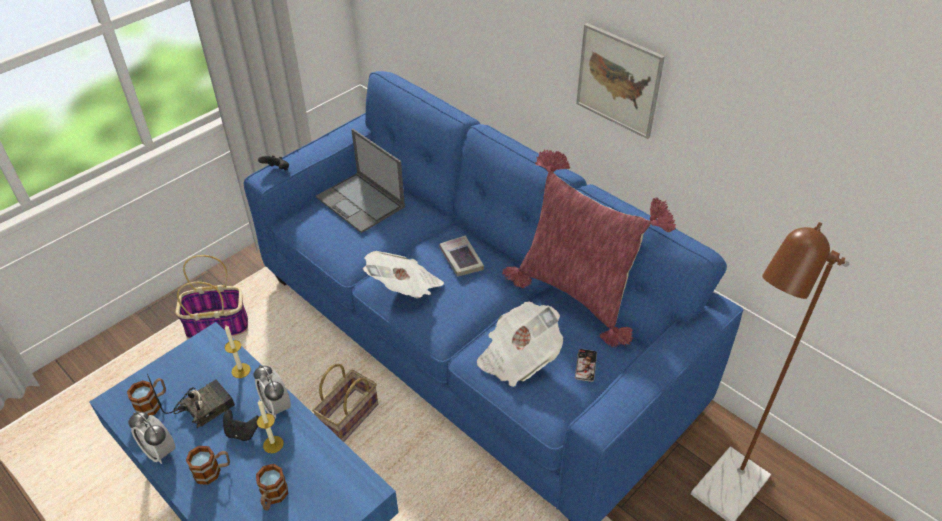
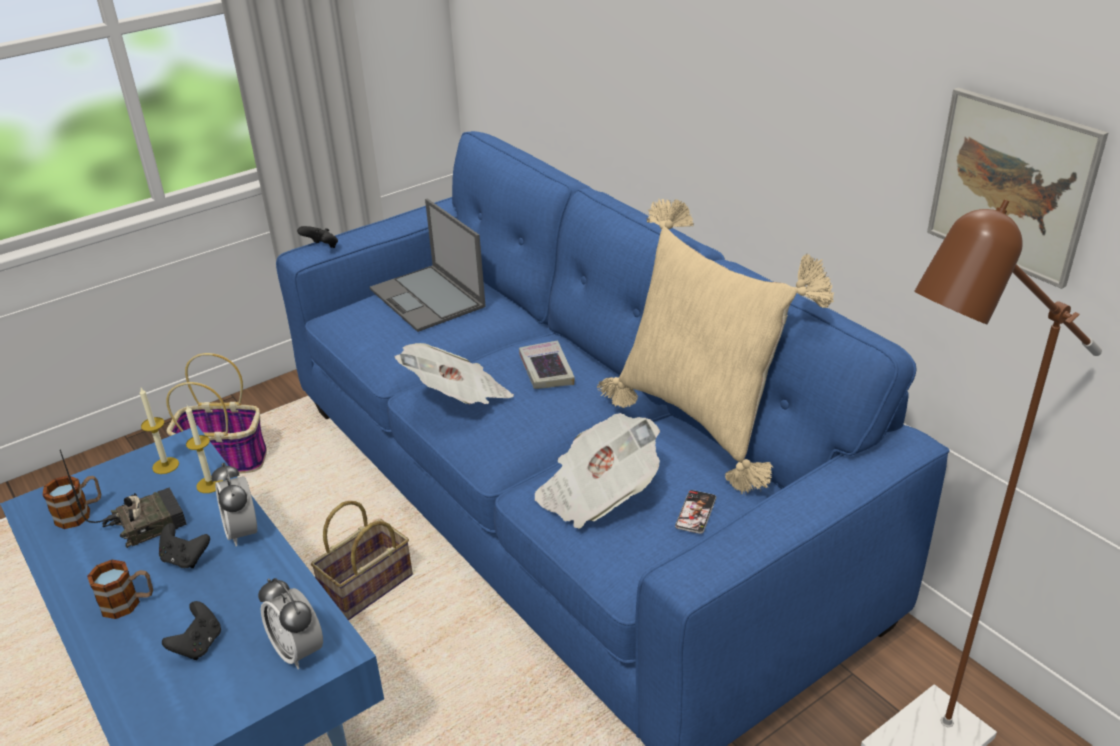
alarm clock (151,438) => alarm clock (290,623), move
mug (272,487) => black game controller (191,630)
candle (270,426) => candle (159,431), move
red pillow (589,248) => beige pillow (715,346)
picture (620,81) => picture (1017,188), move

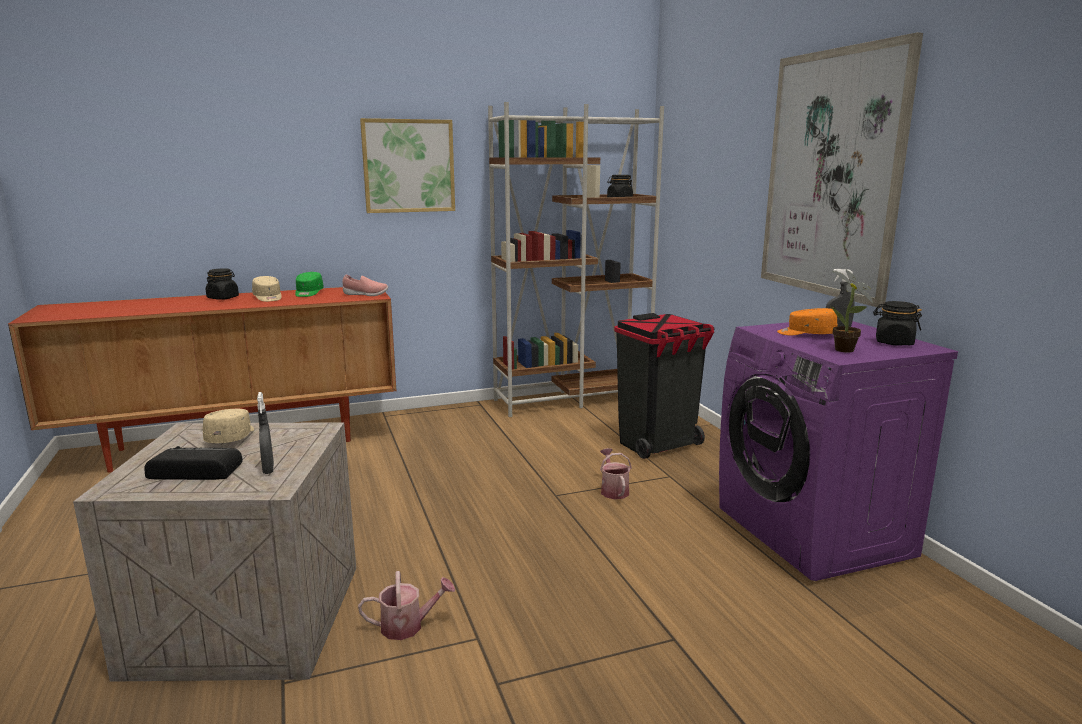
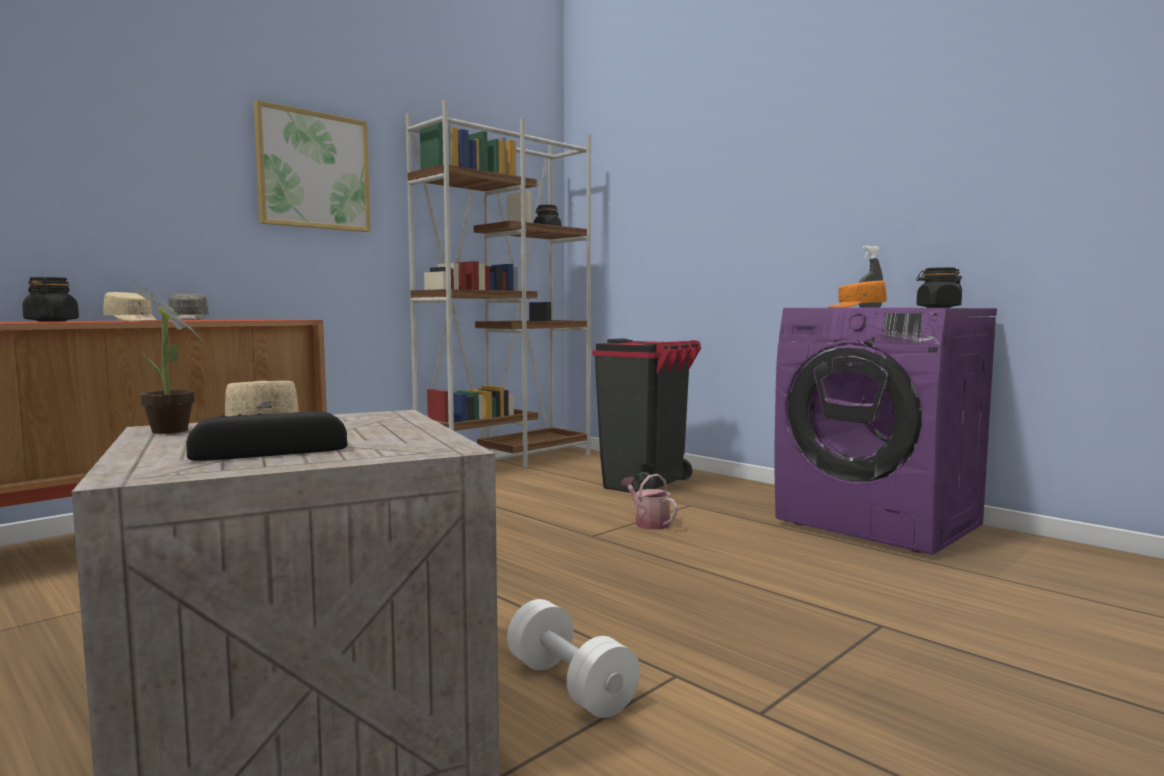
grey spray bottle (265,433) => nothing
green cap (309,284) => grey cap (189,306)
pink shoe (365,285) => nothing
watering can (406,605) => white dumbbell (573,658)
picture (842,170) => nothing
potted plant (852,310) => potted plant (165,356), move

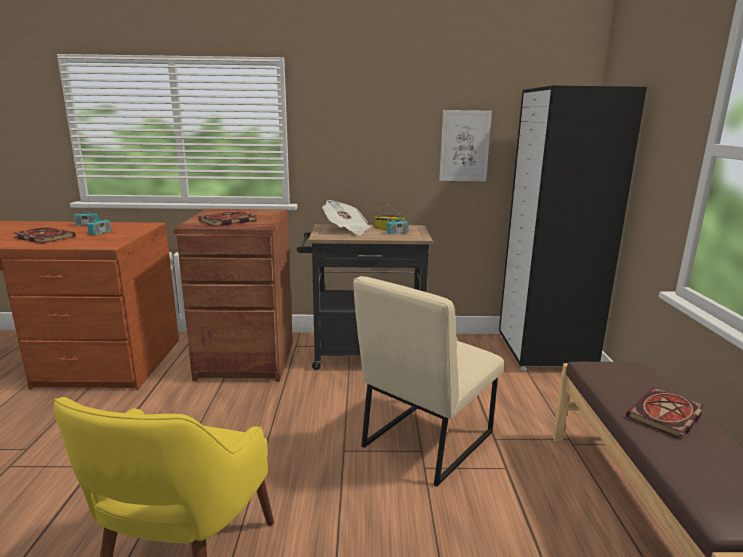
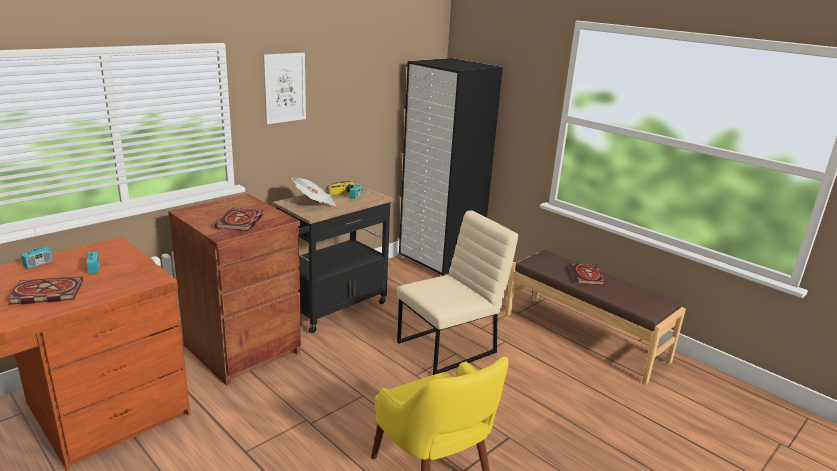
beige chair (428,381) => beige chair (457,292), 120 degrees counterclockwise
picture (465,145) => picture (284,88), move

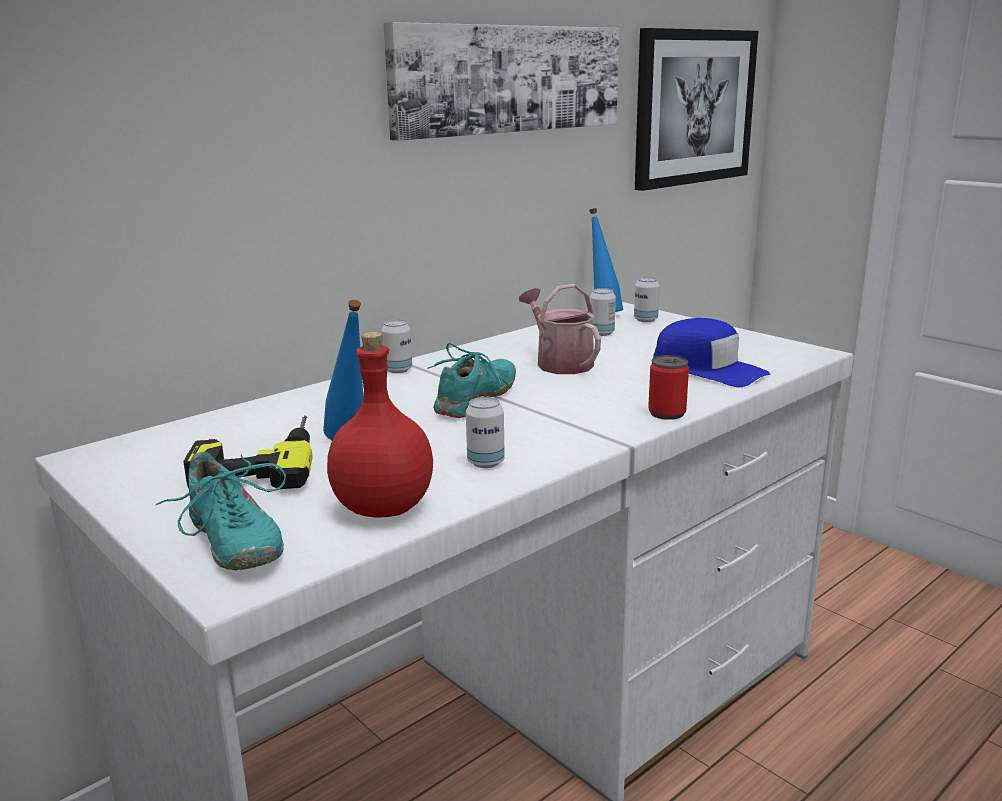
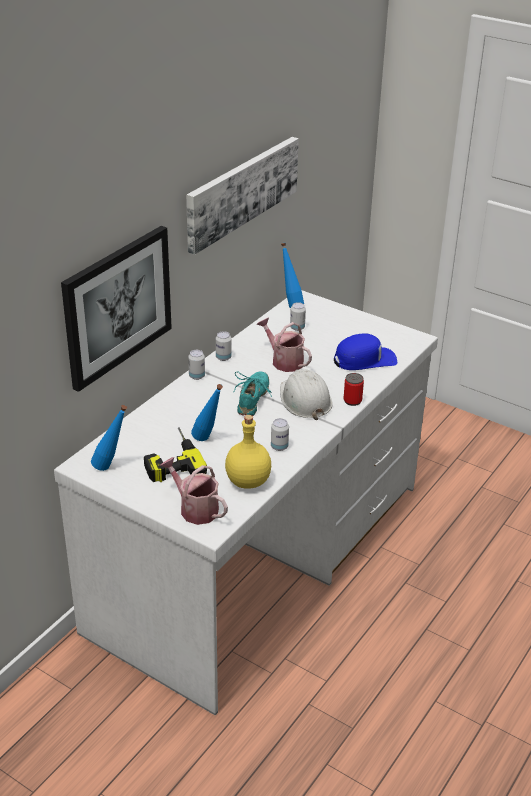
turquoise shoe (220,511) => watering can (194,491)
red bottle (380,425) => yellow bottle (248,452)
can (647,299) => can (224,346), move
picture (696,109) => picture (116,309), move
blue cap (712,352) => blue cap (365,351), 45 degrees counterclockwise
nothing => blue bottle (109,438)
nothing => white hard hat (306,394)

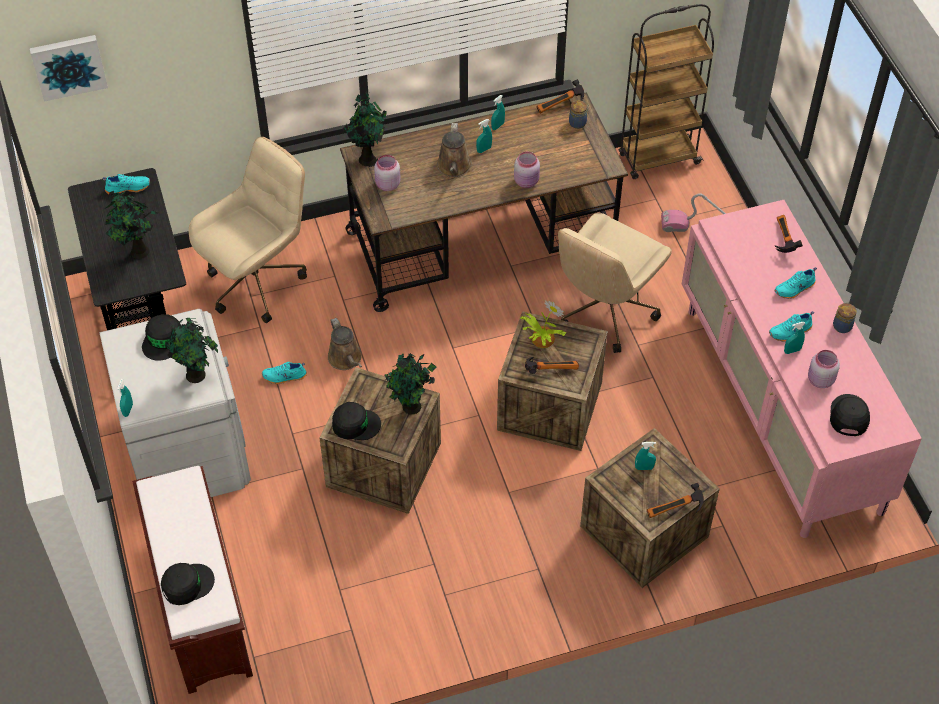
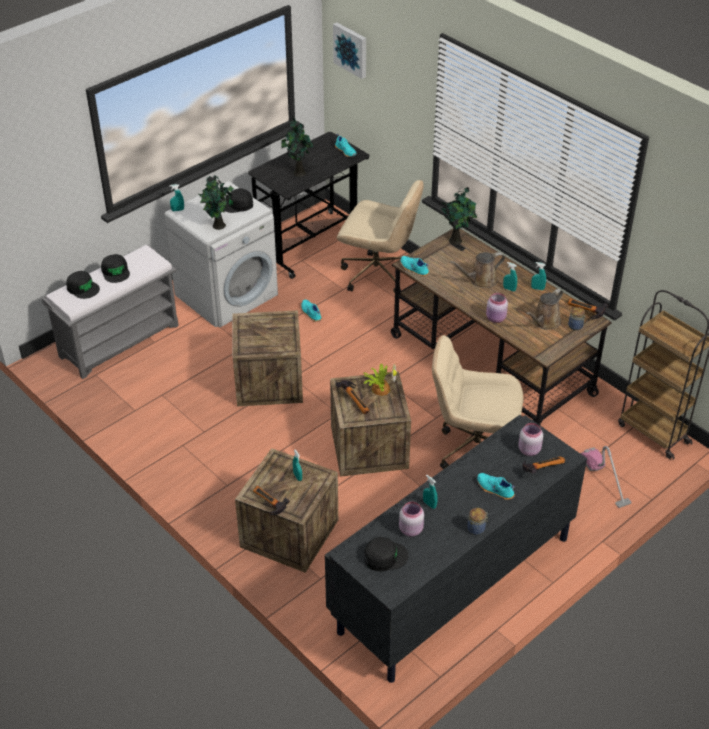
brown bench (192,580) => grey bench (110,312)
brown watering can (345,344) => brown watering can (544,309), move
black cap (356,421) => black cap (115,268), move
pink jar (387,173) => pink jar (530,439), move
potted plant (410,384) => nothing
pink cabinet (802,369) => black cabinet (456,549)
turquoise shoe (791,326) => turquoise shoe (415,266), move

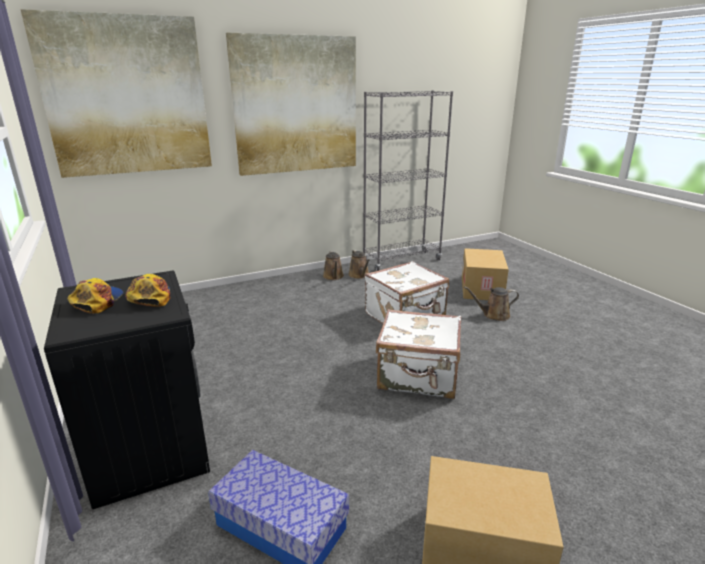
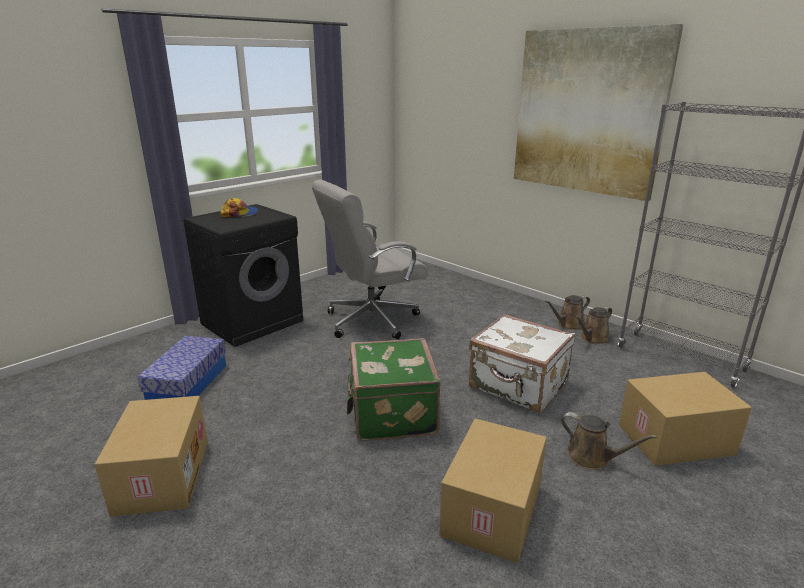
picture (116,93) => nothing
cap (148,290) => nothing
white suitcase (418,354) => green suitcase (394,389)
brown watering can (491,303) => brown watering can (609,441), 150 degrees clockwise
nothing => grey office chair (370,259)
nothing => cardboard box (493,491)

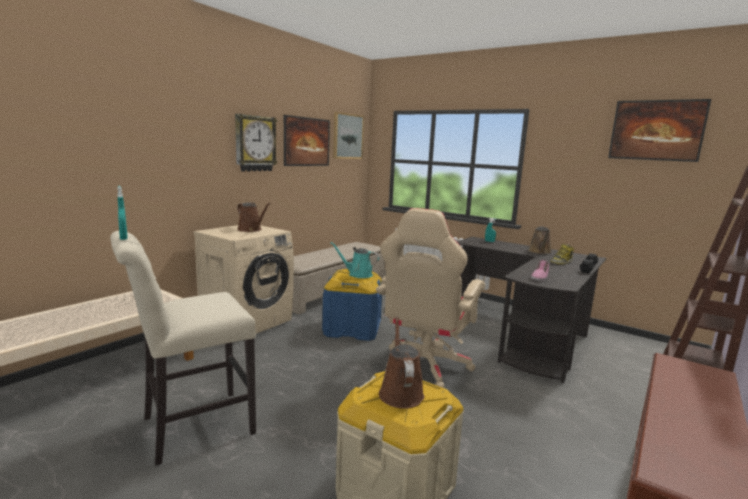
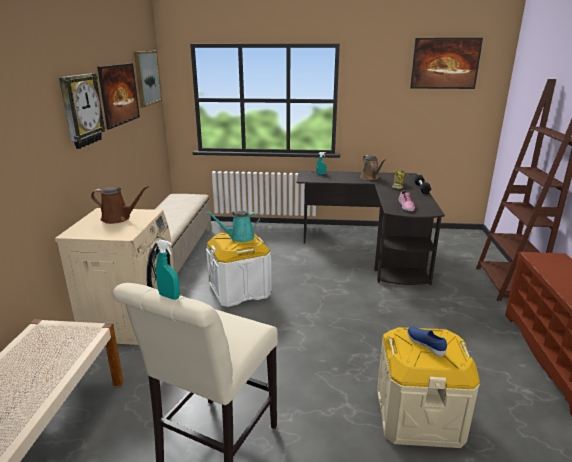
blue storage box (352,305) => white storage box (239,269)
beige office chair (431,298) => nothing
brown watering can (401,362) => blue shoe (427,342)

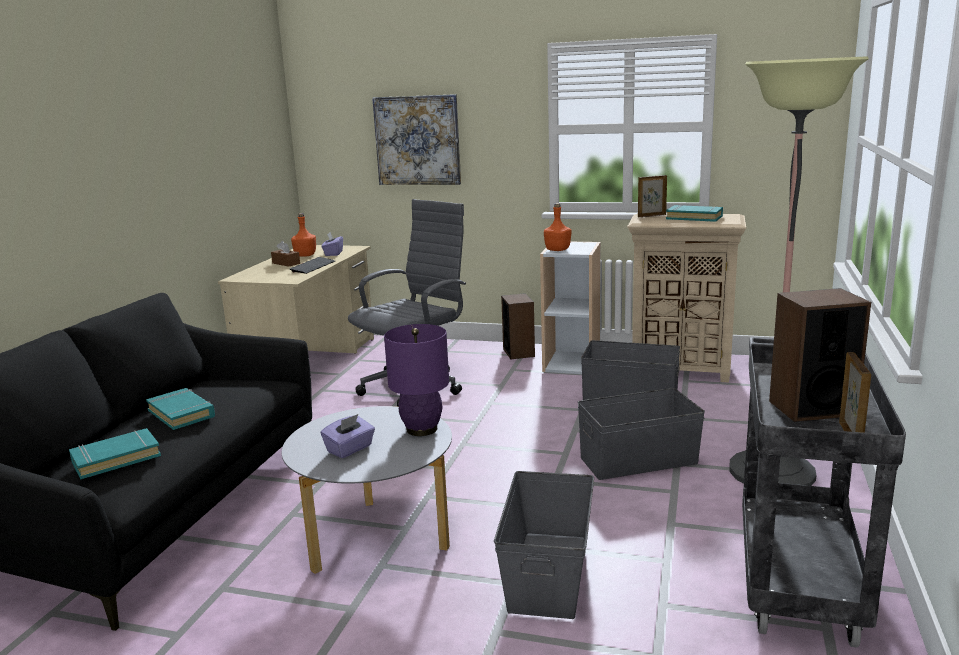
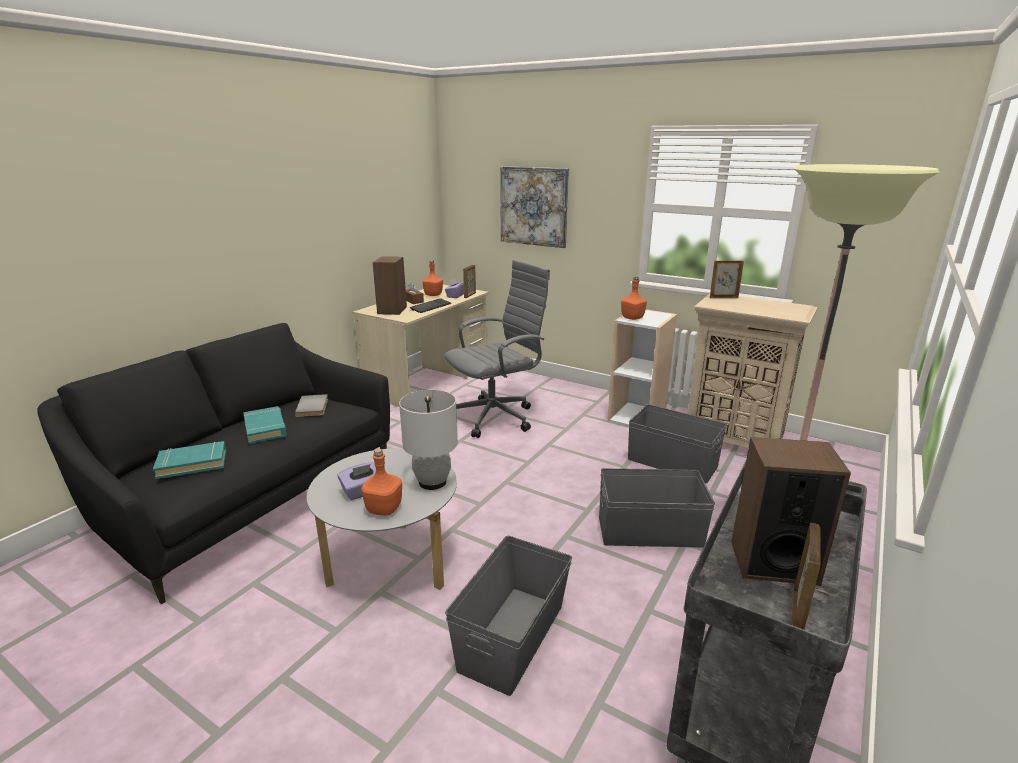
purple table lamp (416,380) => white table lamp (428,440)
speaker (518,326) => speaker (390,286), move
turquoise book (694,213) => nothing
nothing => grey book (311,405)
nothing => orange bottle (381,482)
nothing => picture frame (469,281)

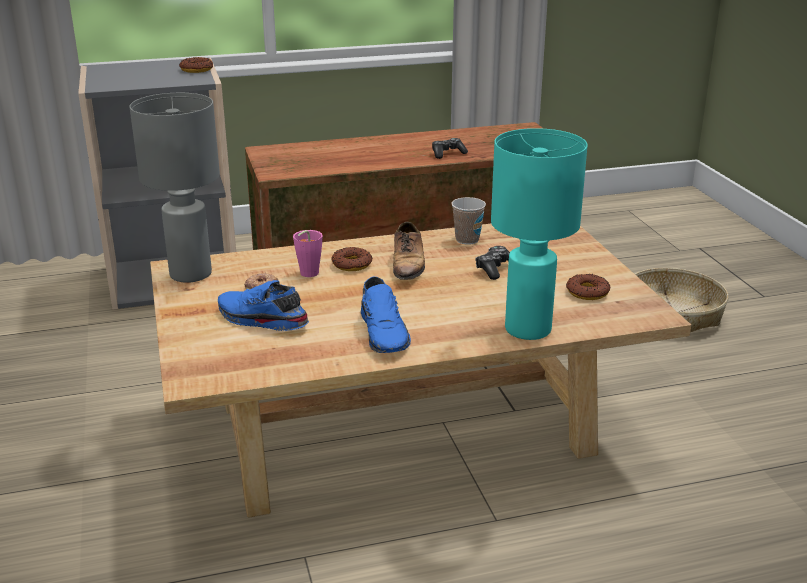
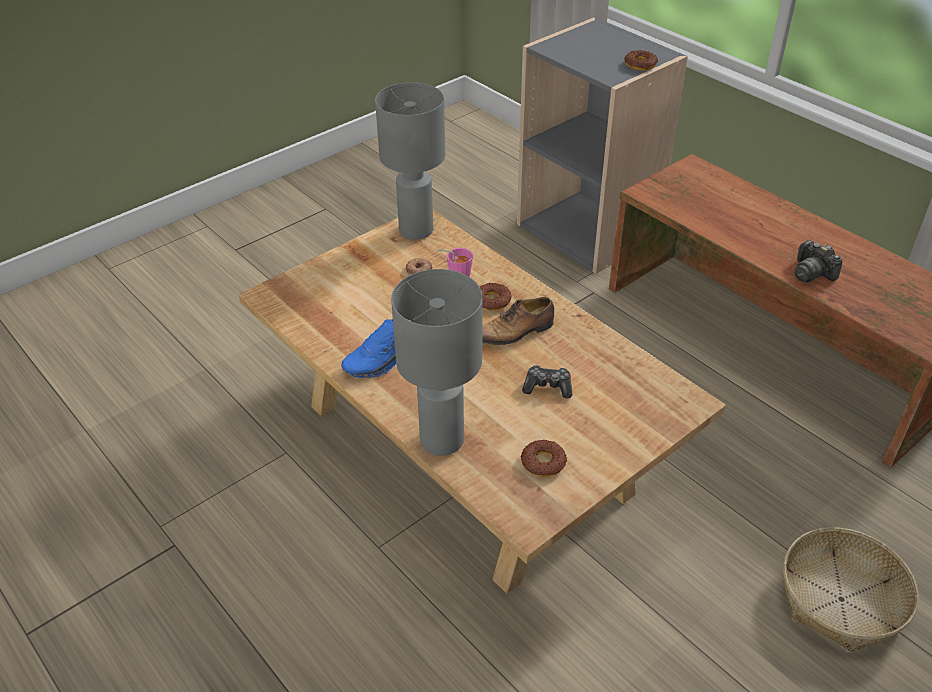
blue shoe (263,305) => nothing
game controller (450,148) => photo camera (819,261)
cup (468,221) => nothing
turquoise table lamp (539,234) => grey table lamp (437,362)

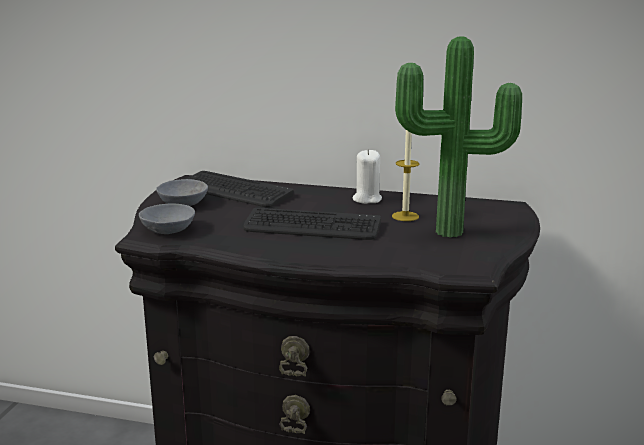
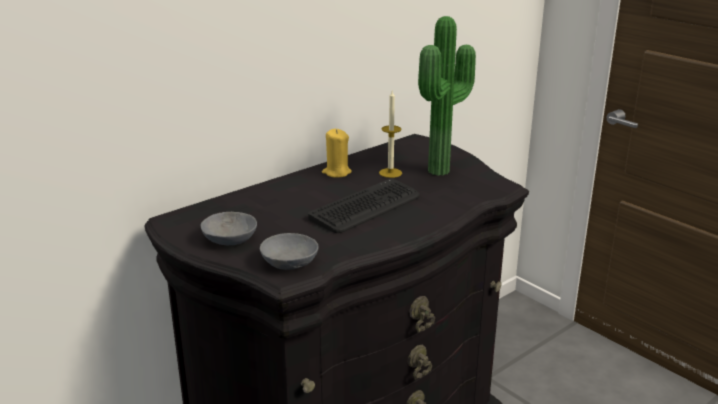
keyboard (239,189) => nothing
white candle (367,176) => yellow candle (337,153)

